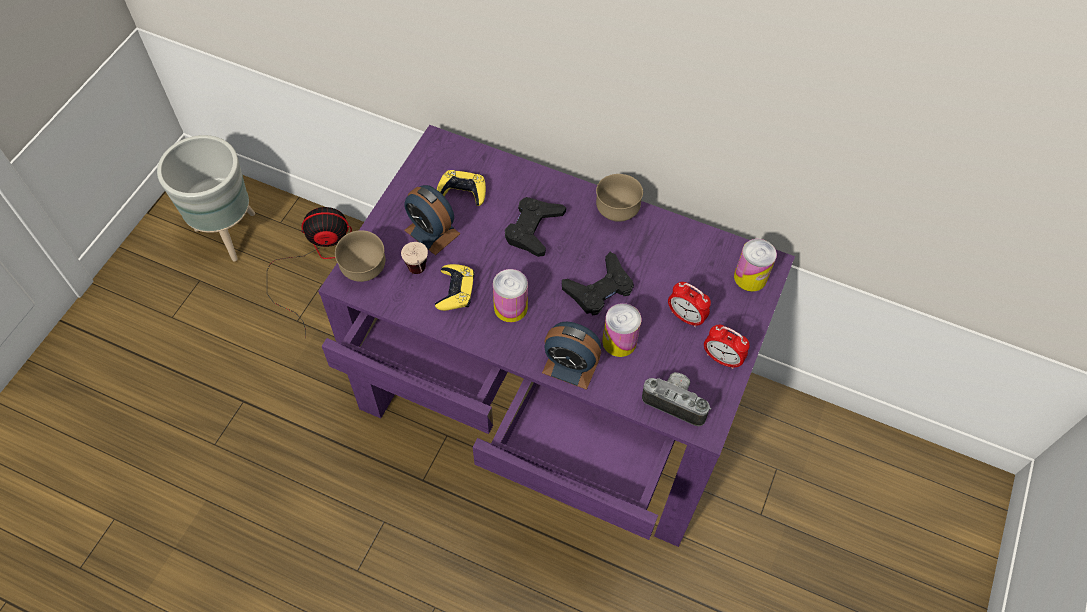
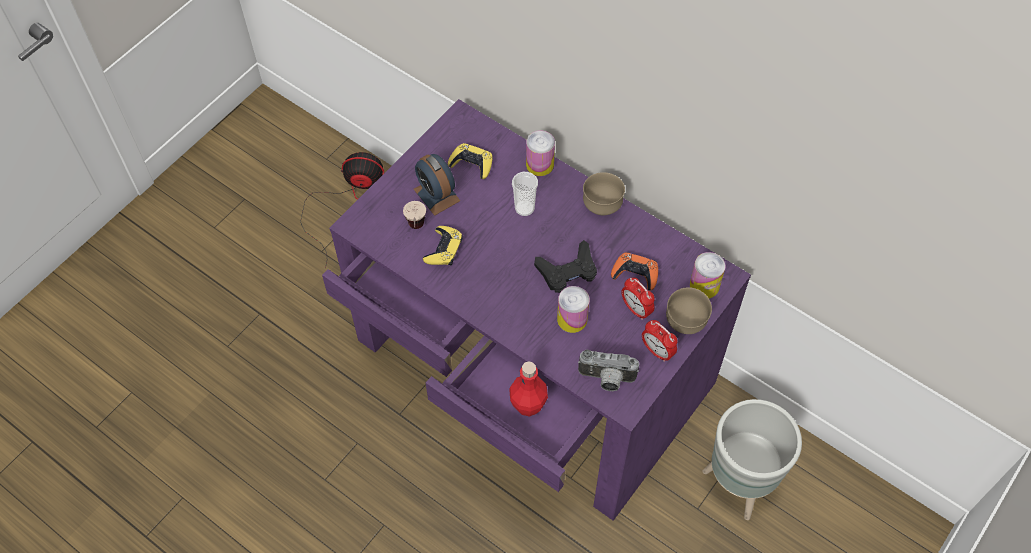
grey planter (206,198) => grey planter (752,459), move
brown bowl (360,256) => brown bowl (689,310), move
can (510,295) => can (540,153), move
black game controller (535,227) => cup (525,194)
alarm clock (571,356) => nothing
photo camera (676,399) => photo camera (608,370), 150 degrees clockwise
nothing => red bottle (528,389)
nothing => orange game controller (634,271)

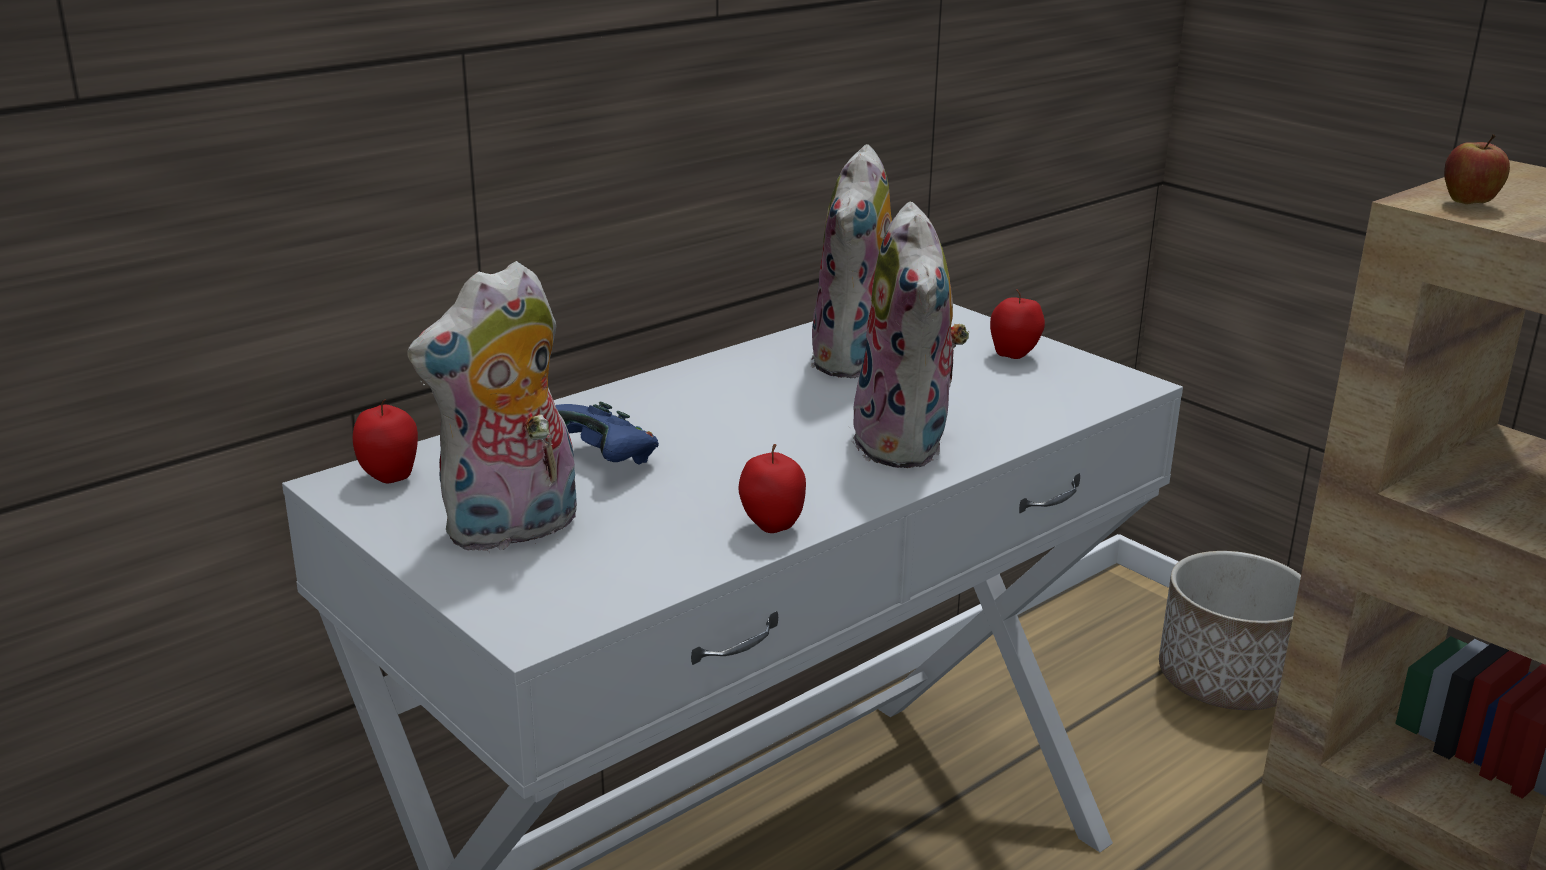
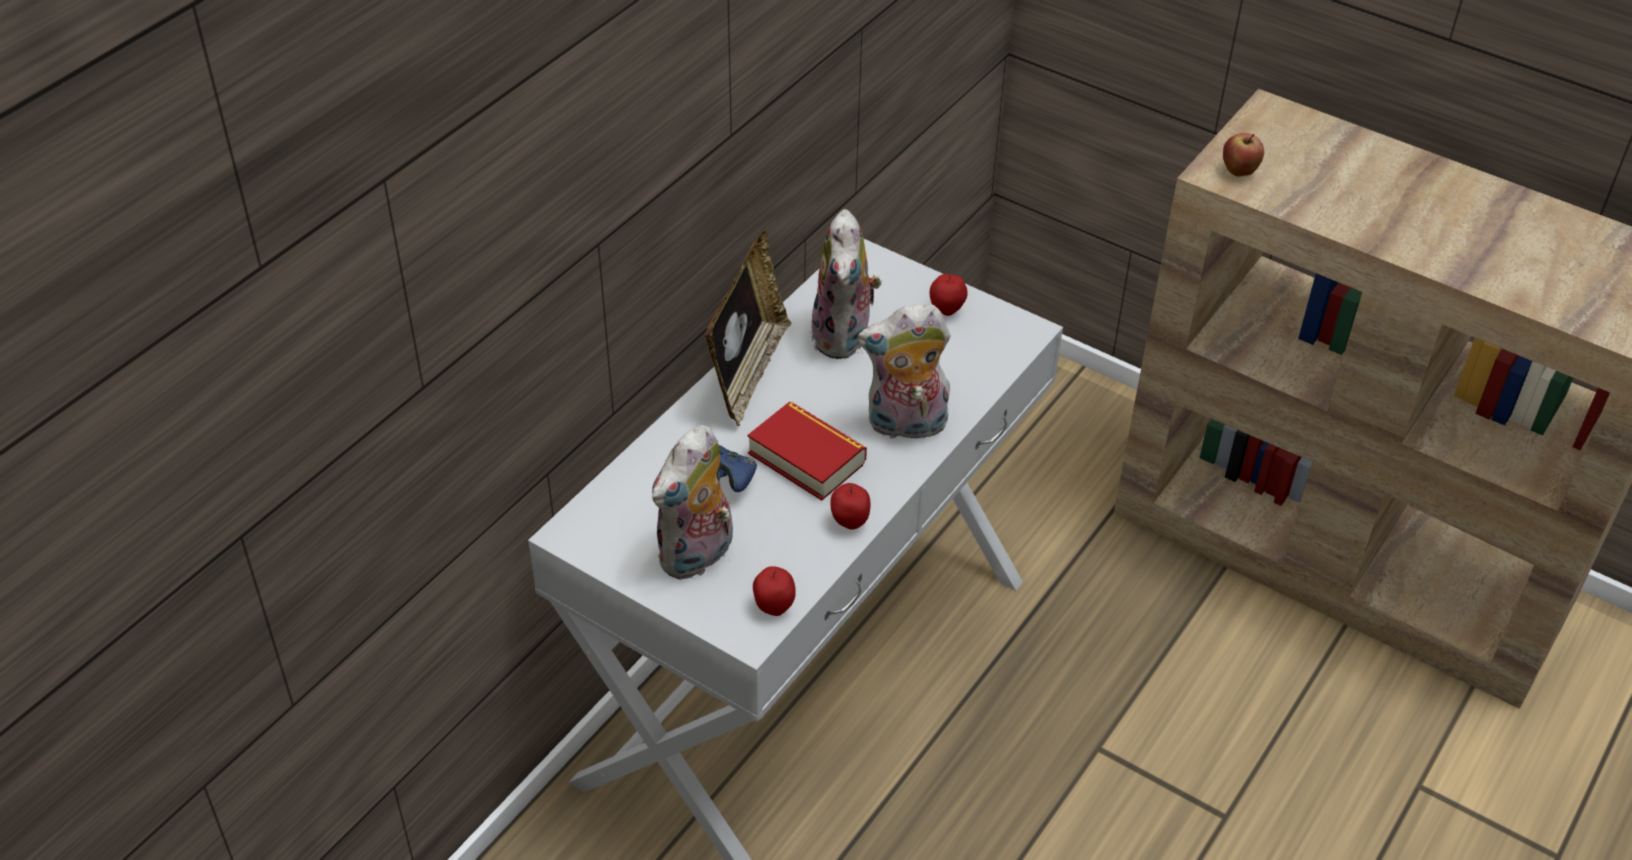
apple (385,441) => apple (774,591), move
plush toy (910,335) => plush toy (904,374), 105 degrees clockwise
planter (1230,630) => nothing
nothing => picture frame (748,328)
nothing => book (807,451)

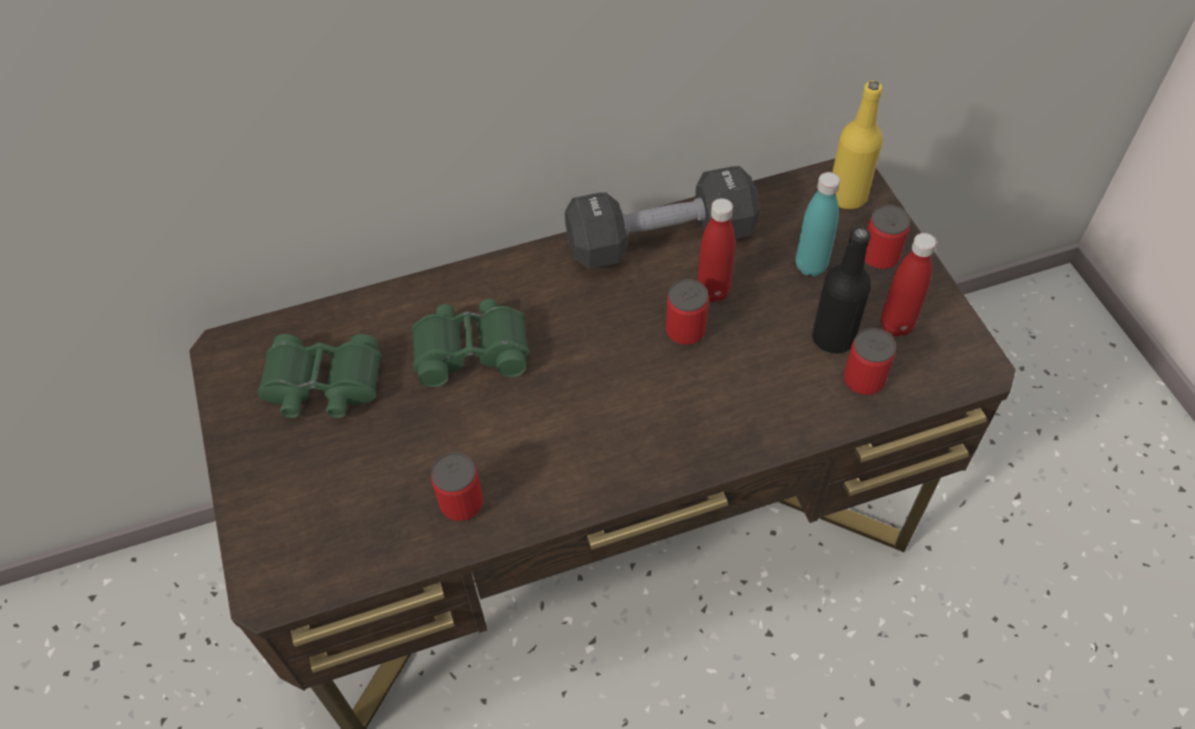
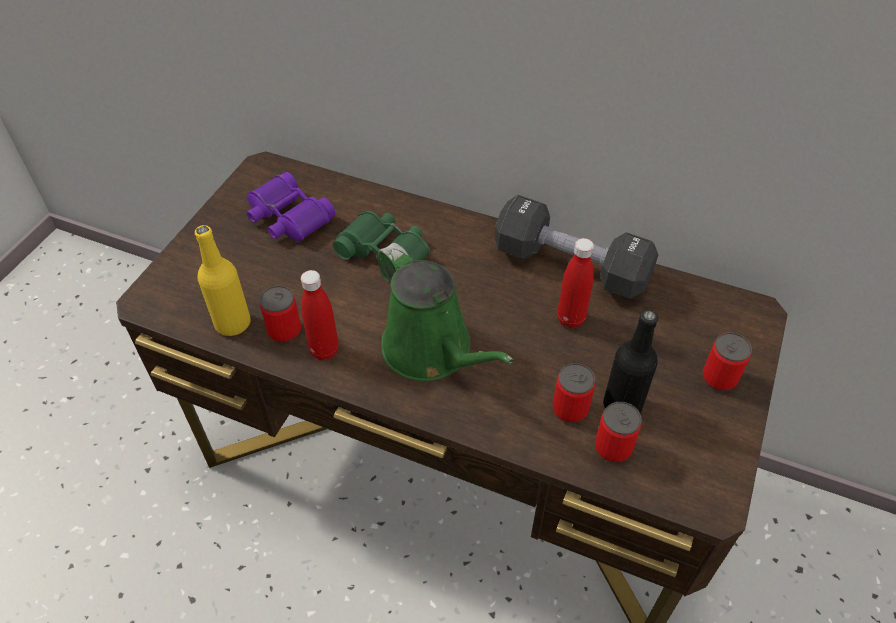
green binoculars (319,376) => purple binoculars (291,206)
can (687,312) => can (573,393), move
turquoise bottle (818,224) => nothing
yellow bottle (857,145) => yellow bottle (223,280), move
red bottle (908,285) => red bottle (320,315), move
nothing => green watering can (446,312)

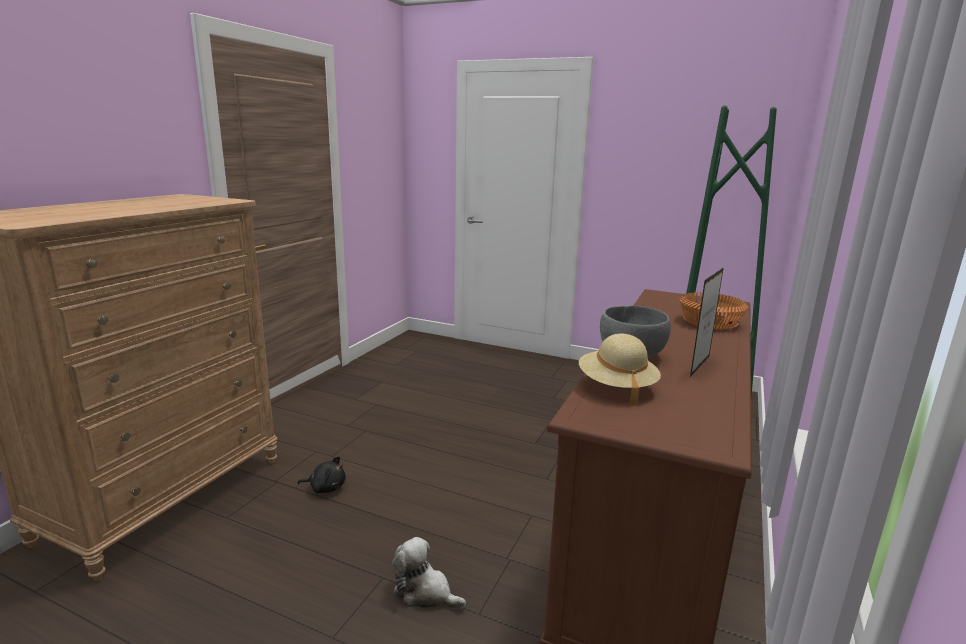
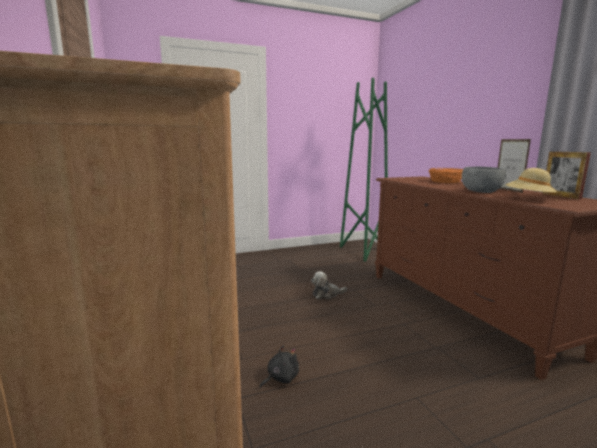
plush toy (429,573) => plush toy (329,285), move
nothing => picture frame (566,175)

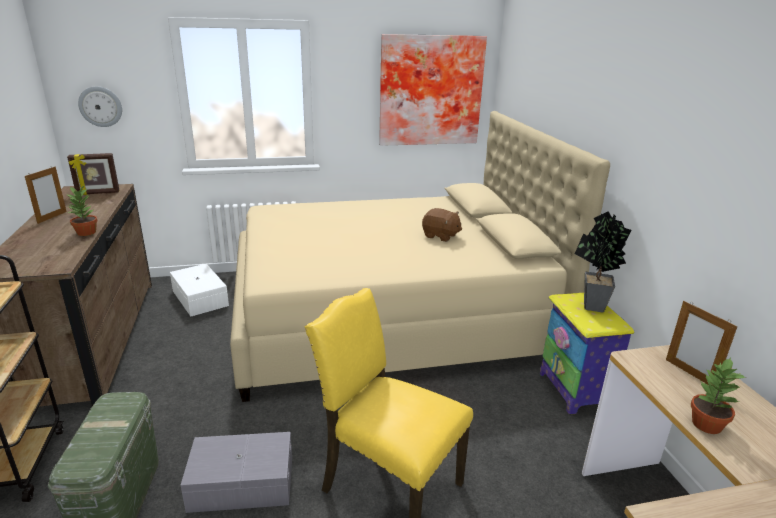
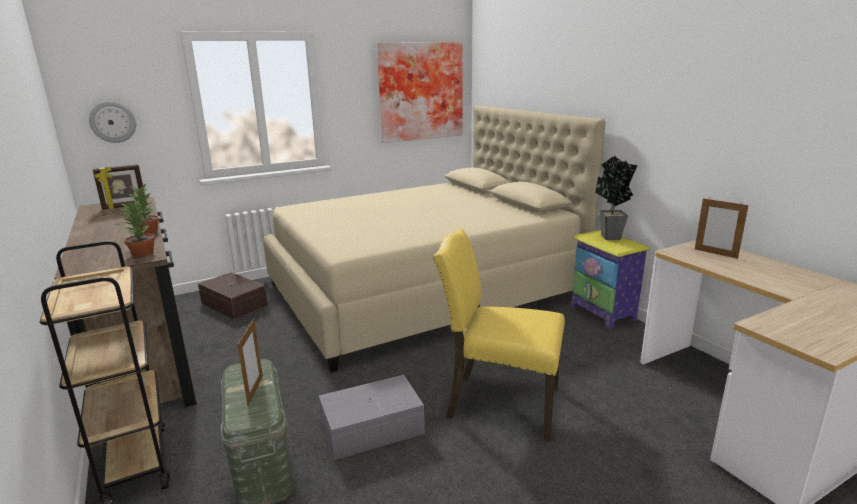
picture frame (46,195) => picture frame (250,362), move
white storage box (199,290) => brown storage box (233,296)
brown plush toy (442,225) => nothing
potted plant (719,395) => potted plant (137,228), move

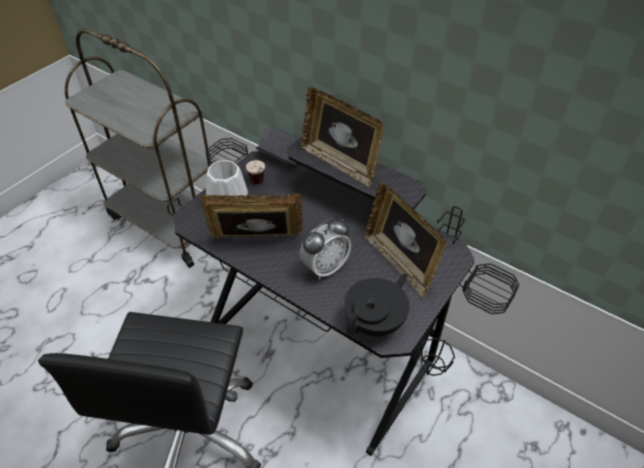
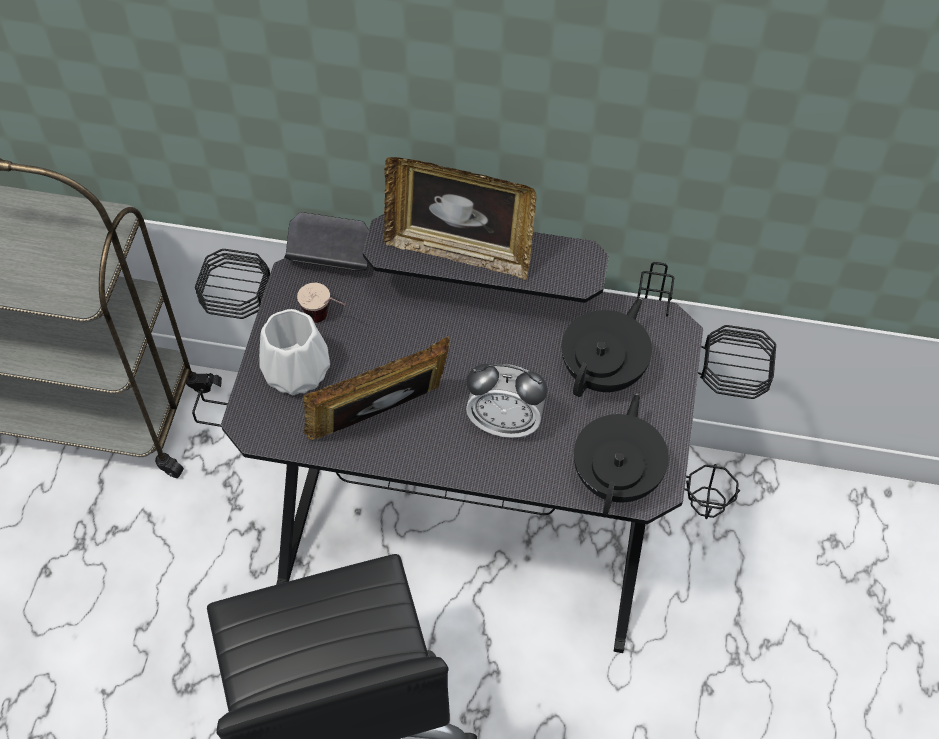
alarm clock (325,249) => alarm clock (506,401), 75 degrees clockwise
picture frame (405,240) => black teapot (607,347)

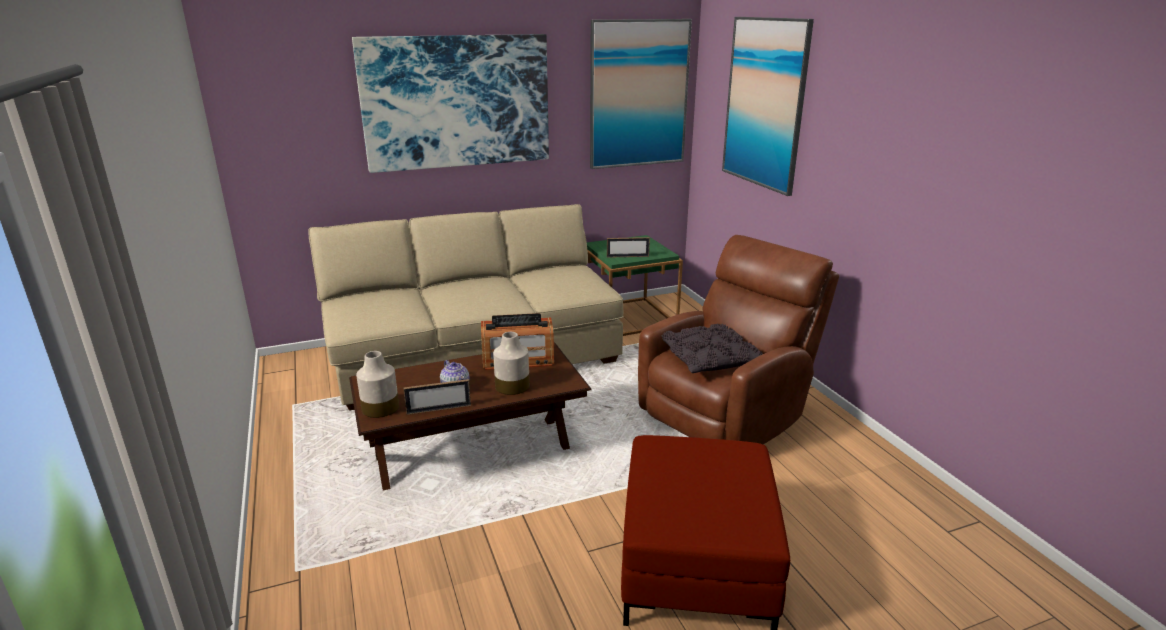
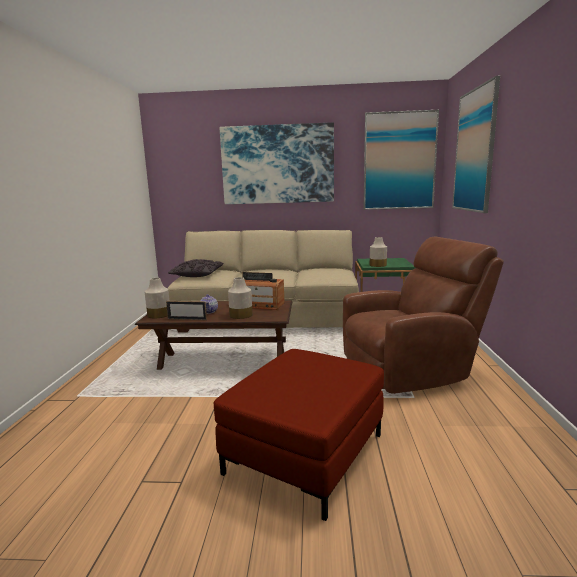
picture frame (628,247) => beige vase (378,252)
black pillow (712,348) => black pillow (196,268), move

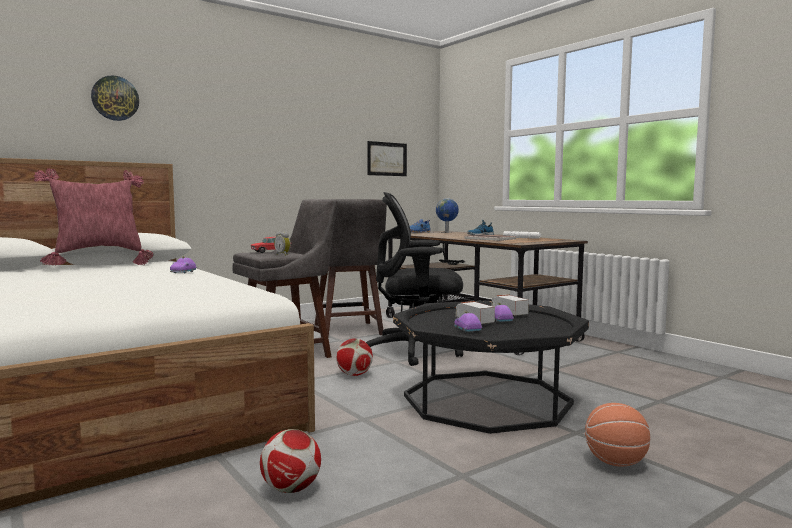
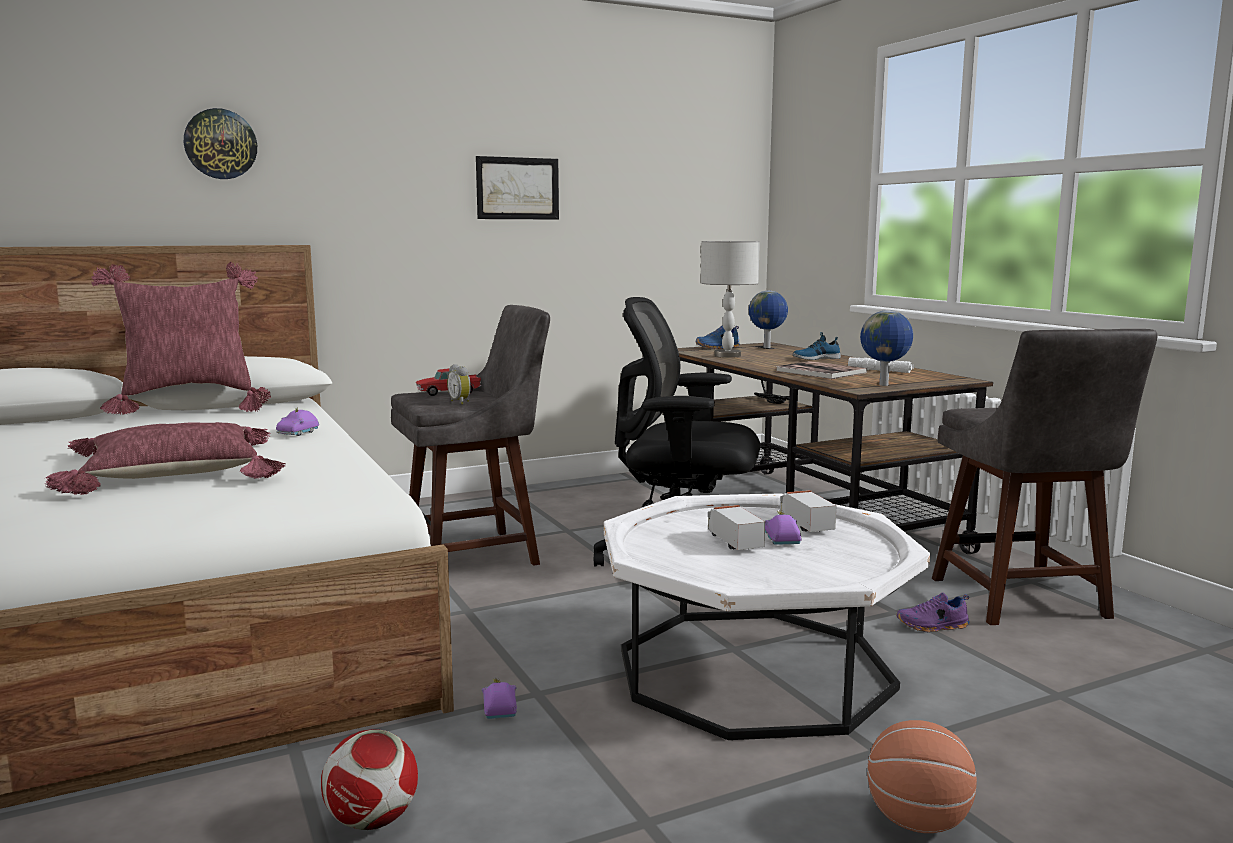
grey stool (351,268) => grey stool (1045,477), move
football (354,357) => nothing
picture (387,158) => picture (517,187), move
black coffee table (491,367) => white coffee table (767,617)
purple toy car (468,321) => purple toy car (499,698), move
nothing => red pillow (165,458)
nothing => grey table lamp (730,299)
nothing => globe (886,348)
nothing => purple shoe (932,612)

